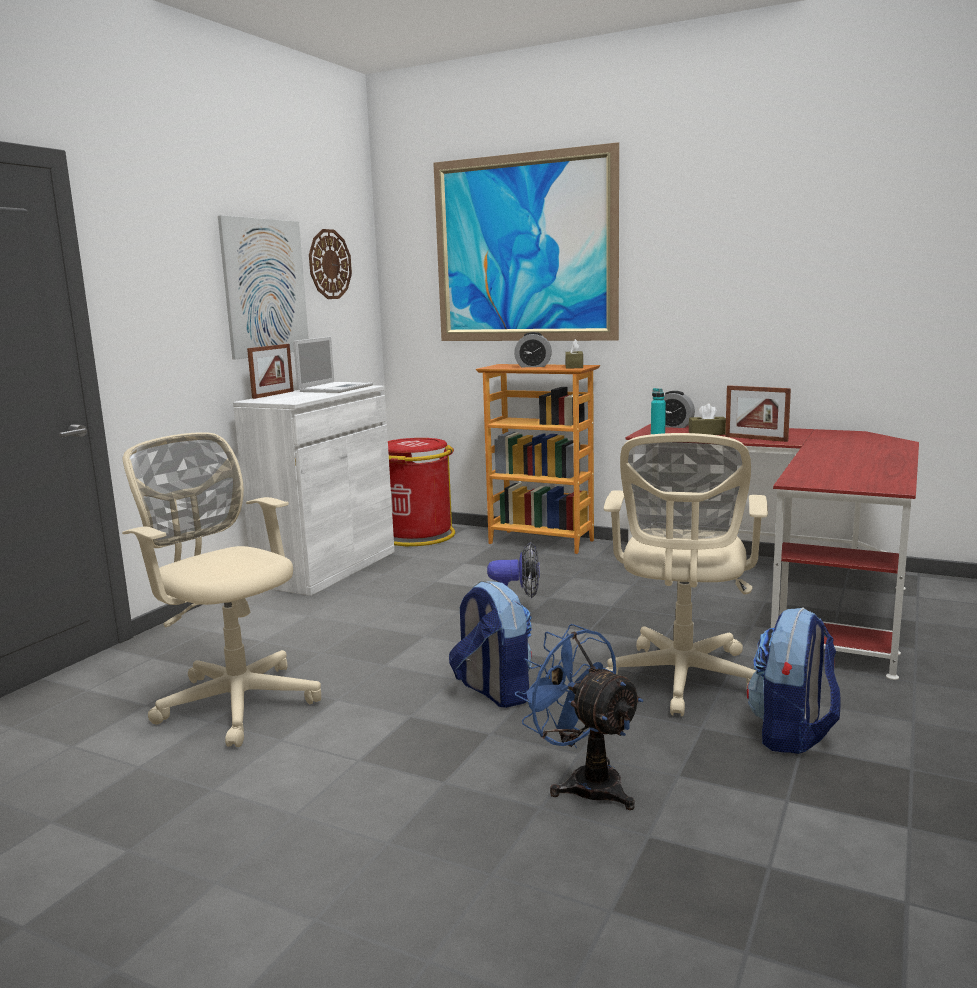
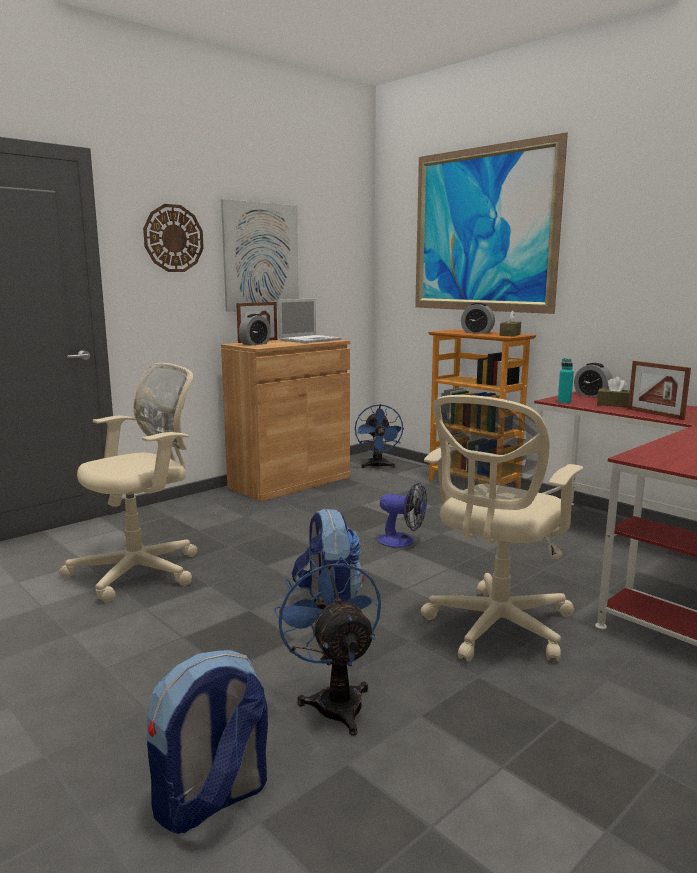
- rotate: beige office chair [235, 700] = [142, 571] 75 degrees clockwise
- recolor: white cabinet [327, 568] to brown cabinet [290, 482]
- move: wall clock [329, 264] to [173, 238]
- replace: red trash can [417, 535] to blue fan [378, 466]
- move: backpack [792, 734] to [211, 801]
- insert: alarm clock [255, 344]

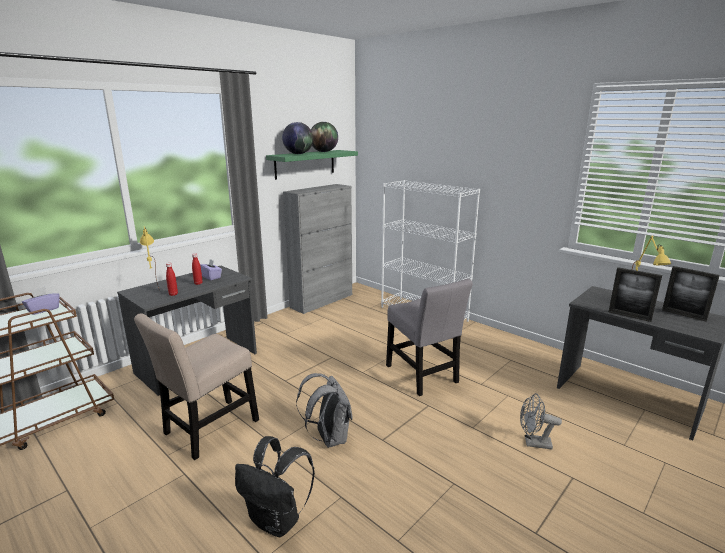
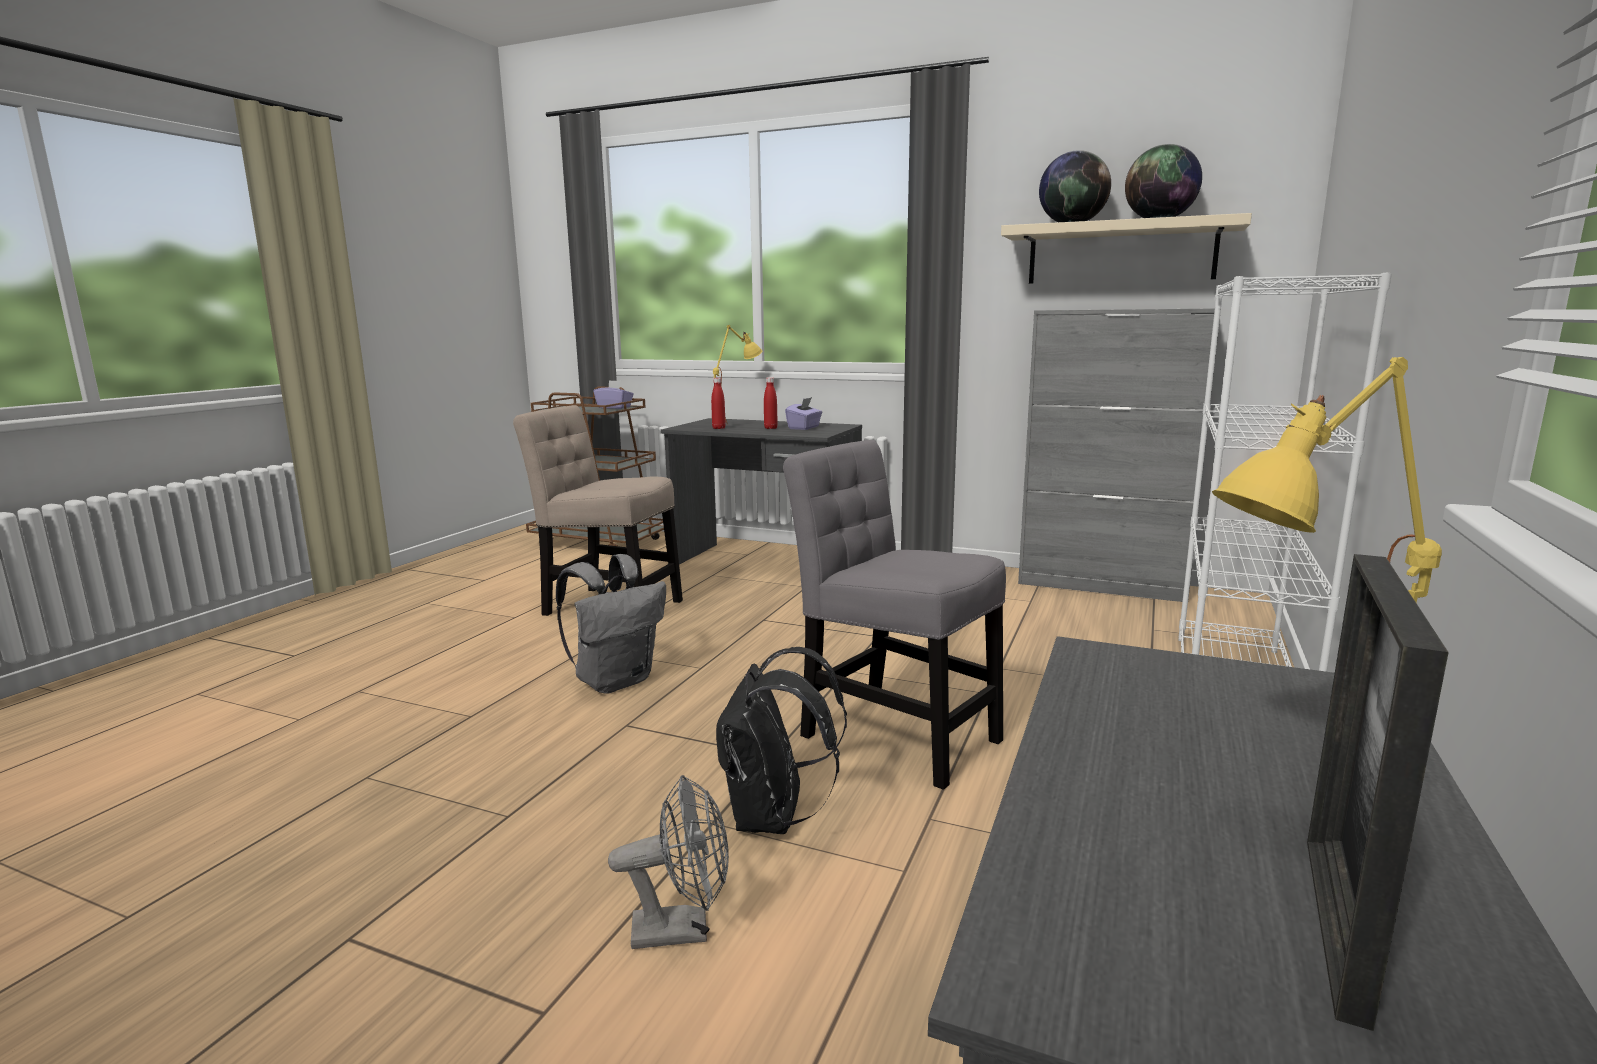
- move: black backpack [277, 521] to [773, 819]
- recolor: green shelf [305, 164] to beige shelf [1120, 253]
- rotate: grey chair [423, 376] = [892, 733] 90 degrees clockwise
- rotate: grey fan [533, 443] = [683, 929] 90 degrees clockwise
- delete: picture frame [629, 316]

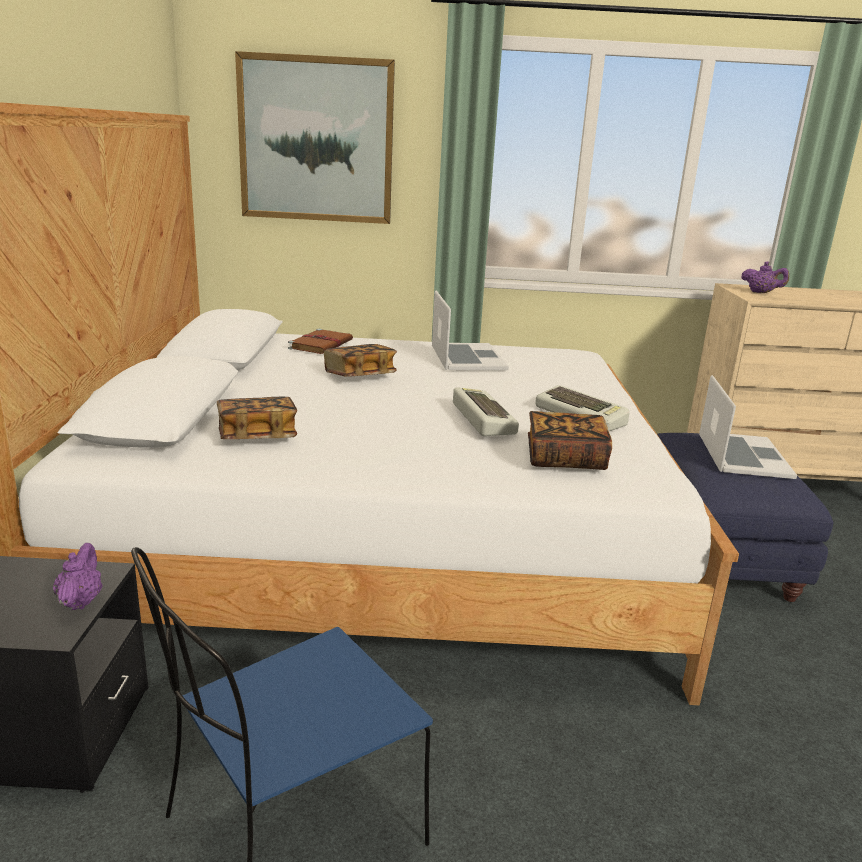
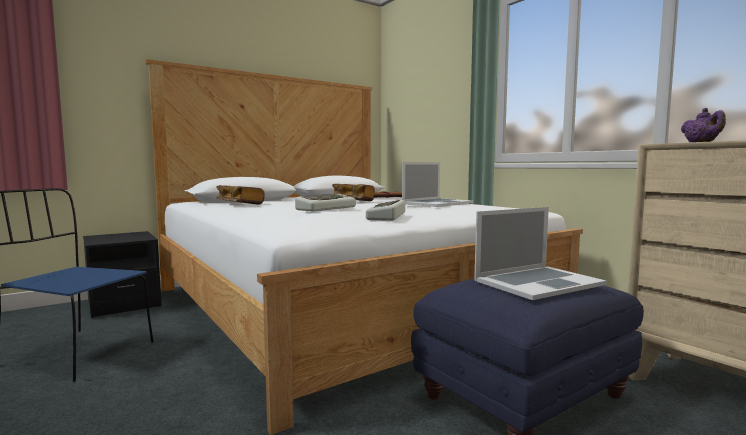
- delete: purple teapot [80, 601]
- delete: picture [316, 140]
- delete: book [565, 459]

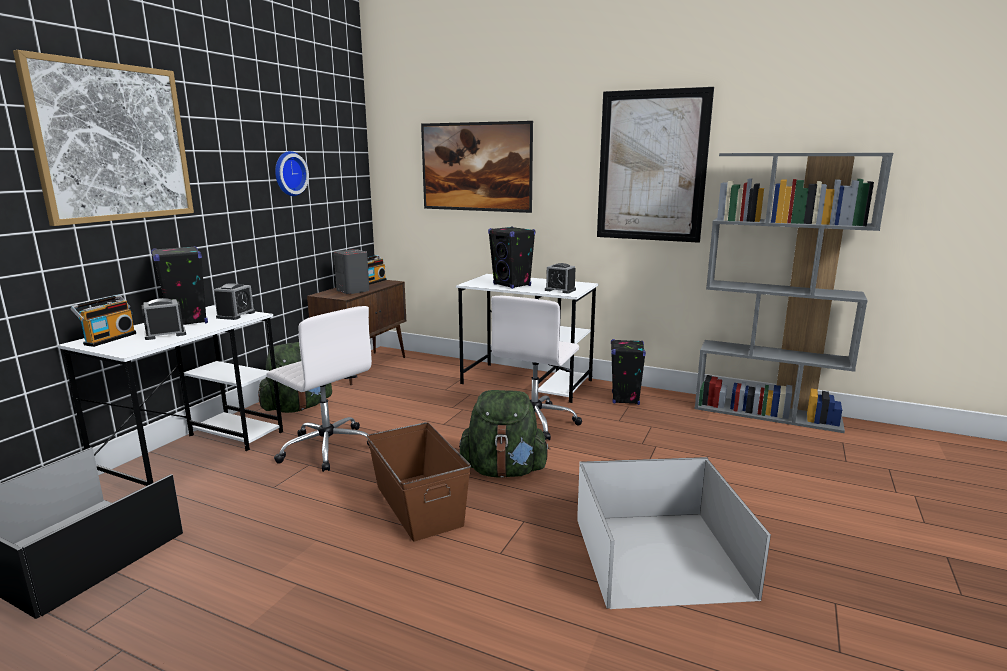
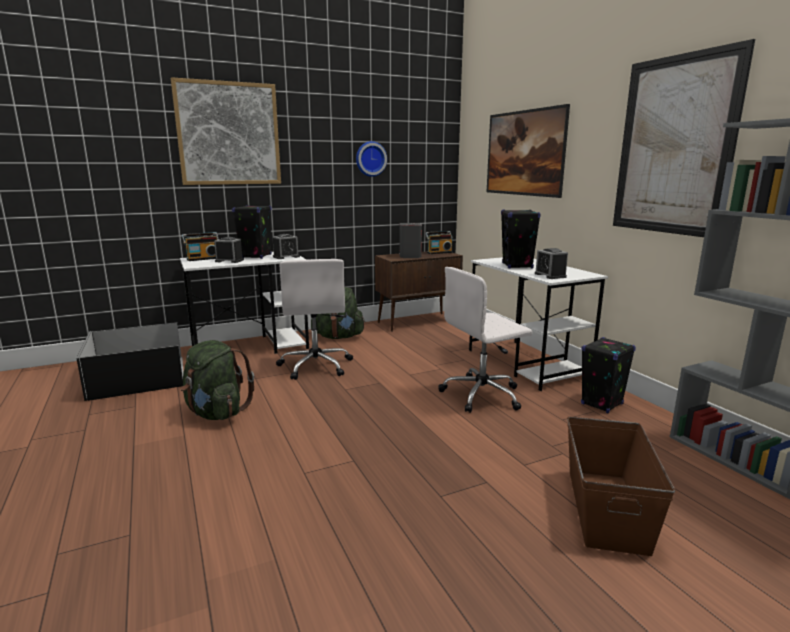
- move: brown storage box [419, 504] to [607, 508]
- move: green backpack [504, 471] to [216, 413]
- delete: white storage box [657, 556]

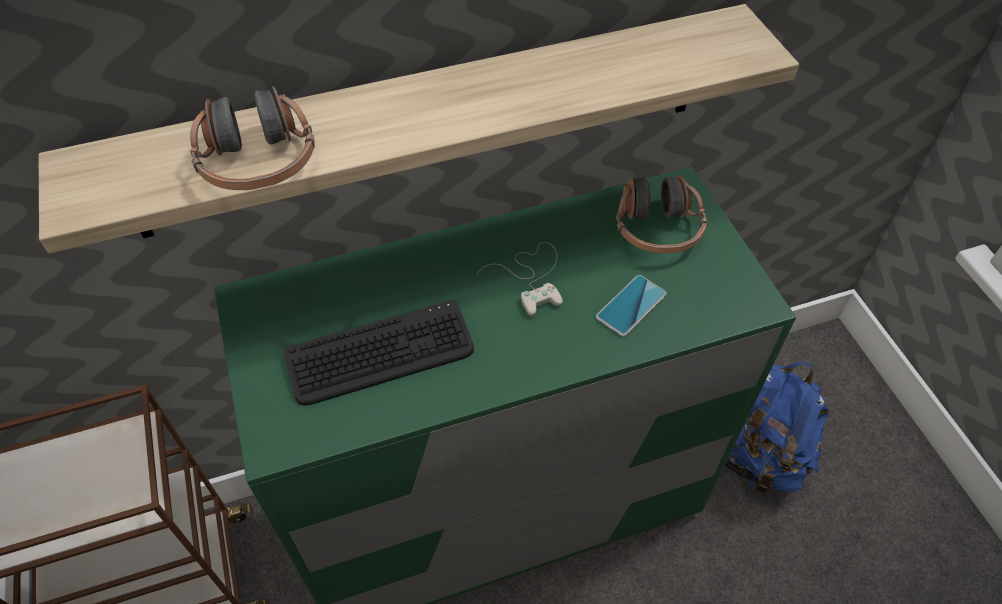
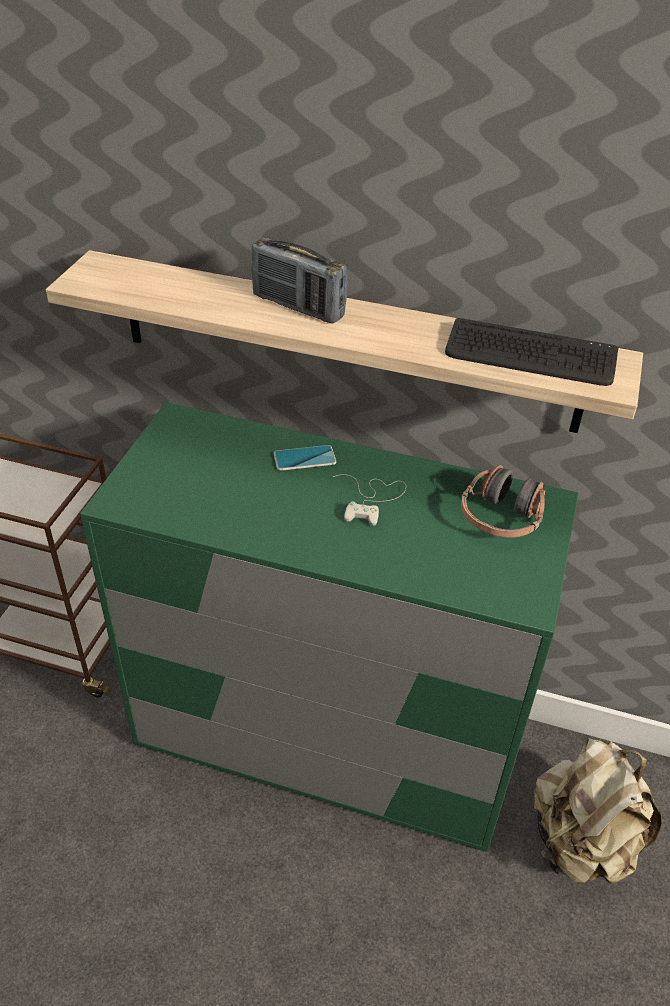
- delete: headphones [258, 161]
- move: keyboard [380, 354] to [530, 355]
- move: phone [631, 306] to [304, 459]
- recolor: blue backpack [754, 453] to beige backpack [581, 842]
- insert: radio [298, 307]

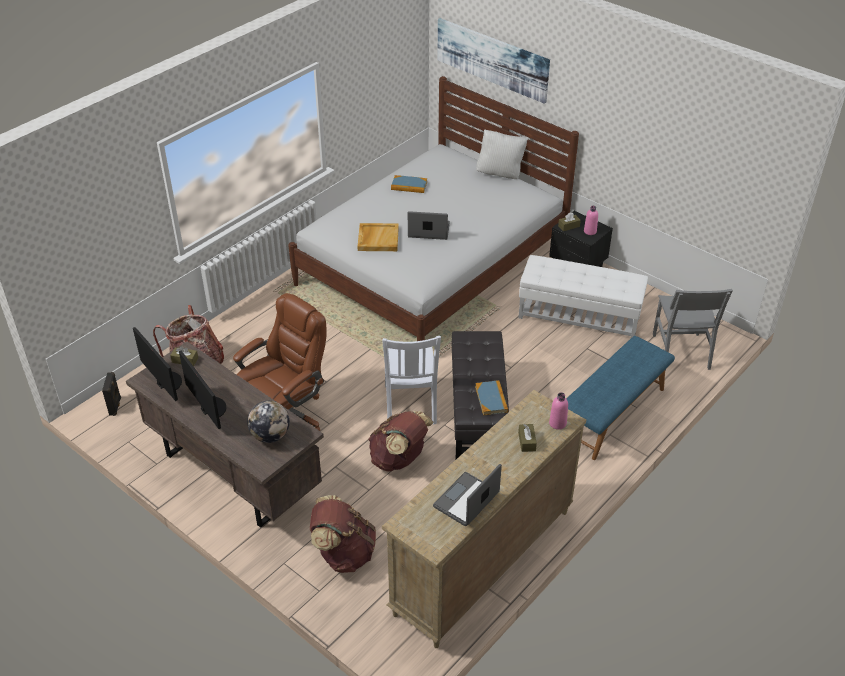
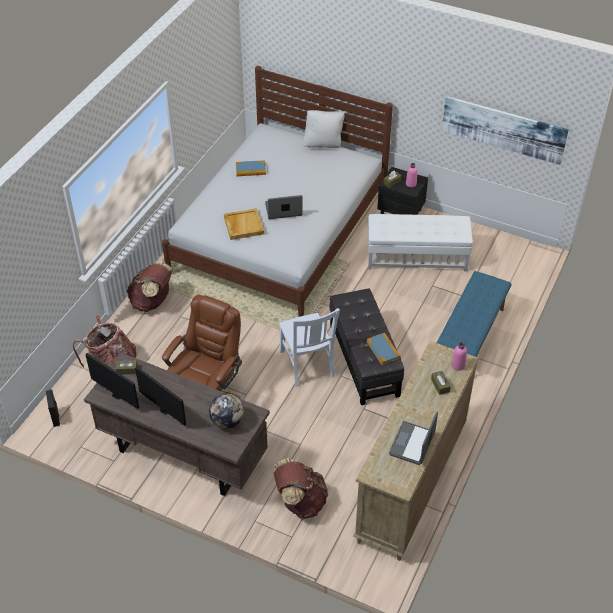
- move: brown backpack [399, 459] to [152, 302]
- move: picture [492, 59] to [503, 129]
- delete: grey chair [680, 351]

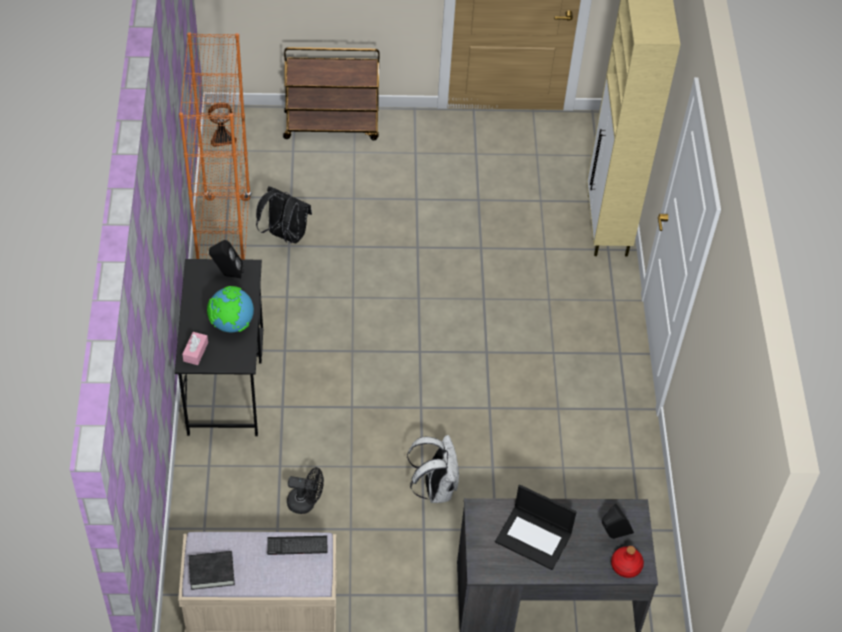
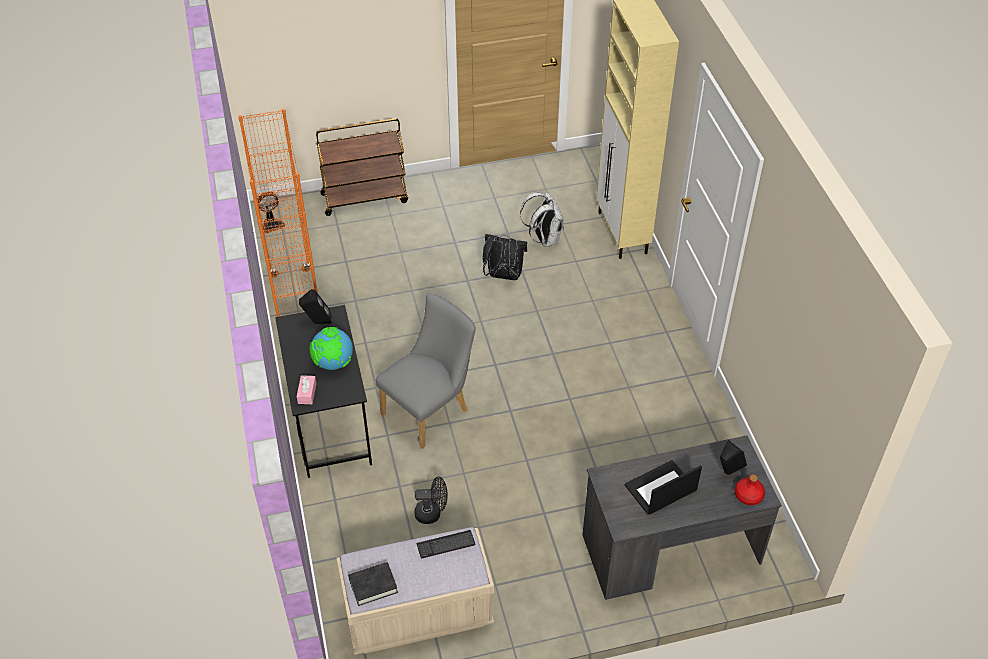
- move: black backpack [285, 235] to [503, 276]
- move: white backpack [435, 488] to [544, 239]
- rotate: laptop [534, 538] = [660, 489] 135 degrees clockwise
- insert: grey chair [430, 410]

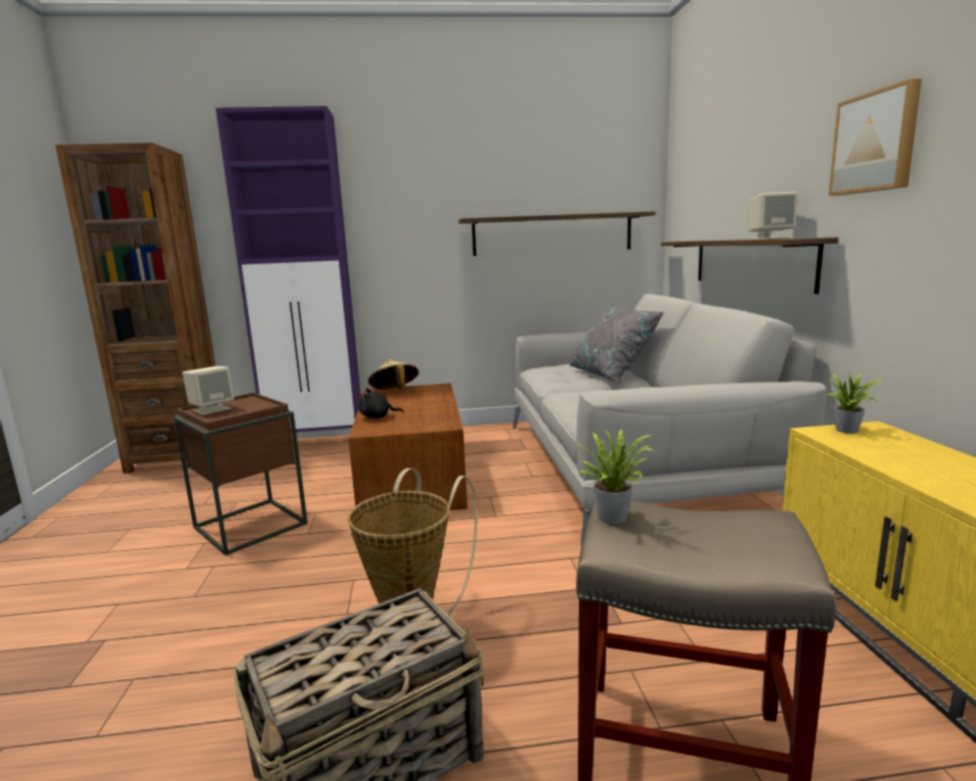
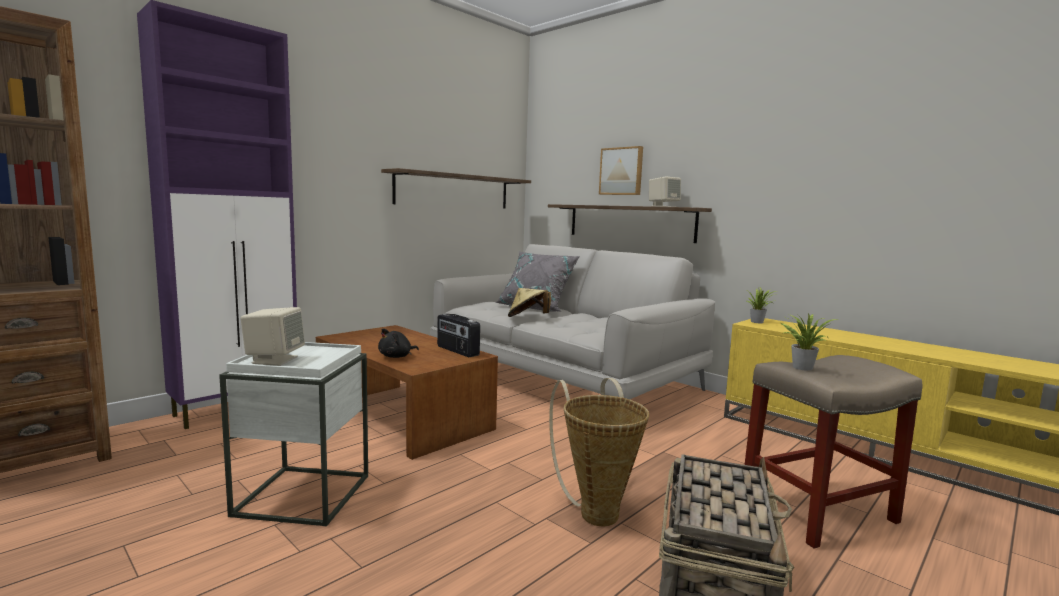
- recolor: brown side table [250, 525] to white side table [303, 494]
- move: beige hat [394, 392] to [528, 318]
- move: picture [876, 142] to [621, 171]
- insert: radio [457, 351]

